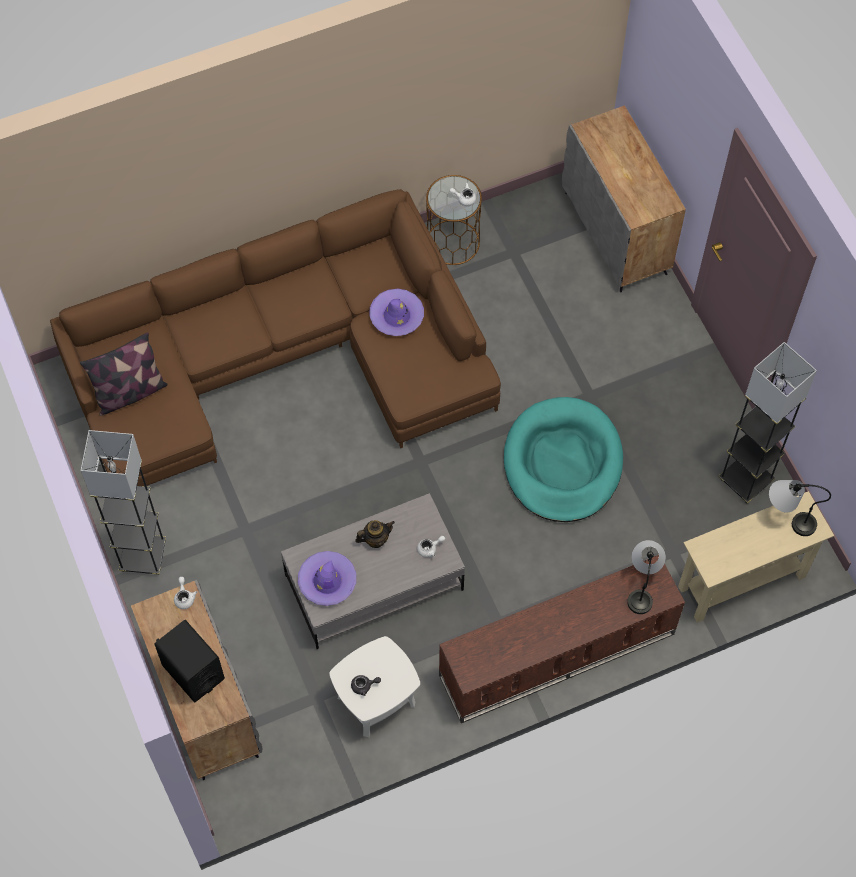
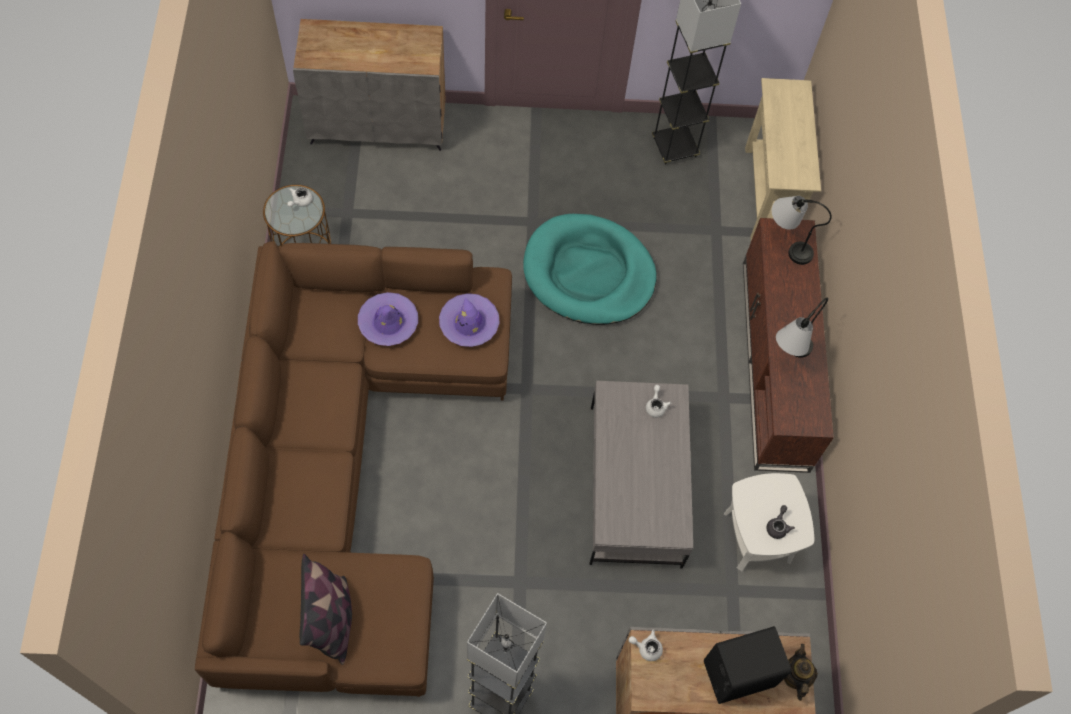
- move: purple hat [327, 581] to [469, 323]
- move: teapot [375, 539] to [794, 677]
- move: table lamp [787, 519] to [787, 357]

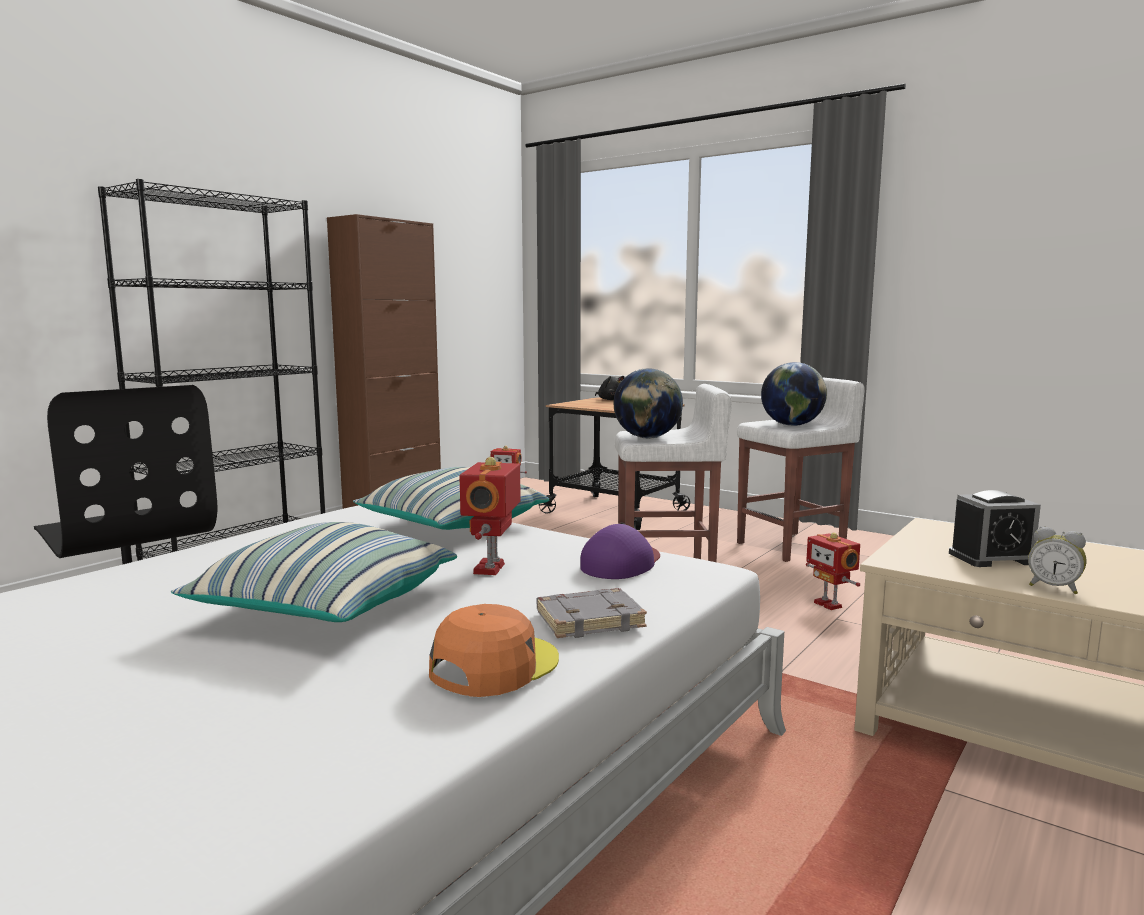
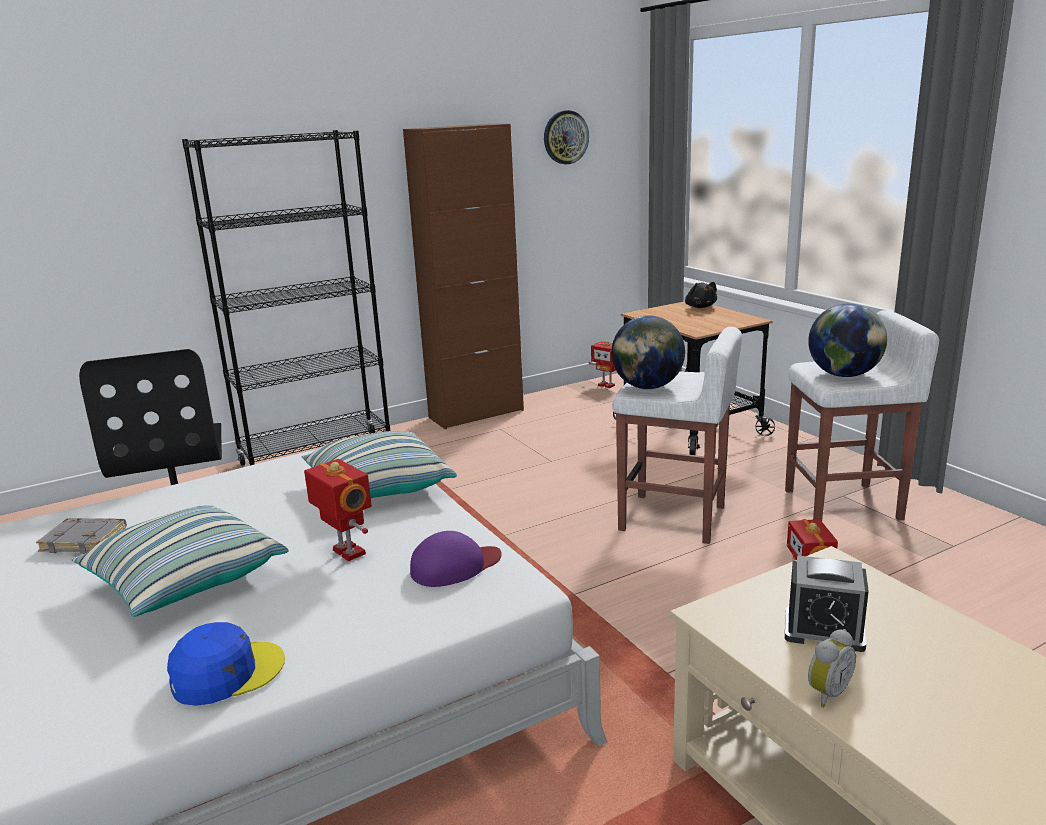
- recolor: orange cap [494, 666] to blue cap [226, 673]
- rotate: toy robot [492, 569] = [347, 553] 105 degrees clockwise
- move: grey book [590, 620] to [85, 540]
- rotate: alarm clock [1054, 588] = [826, 693] 105 degrees counterclockwise
- insert: wall clock [565, 137]

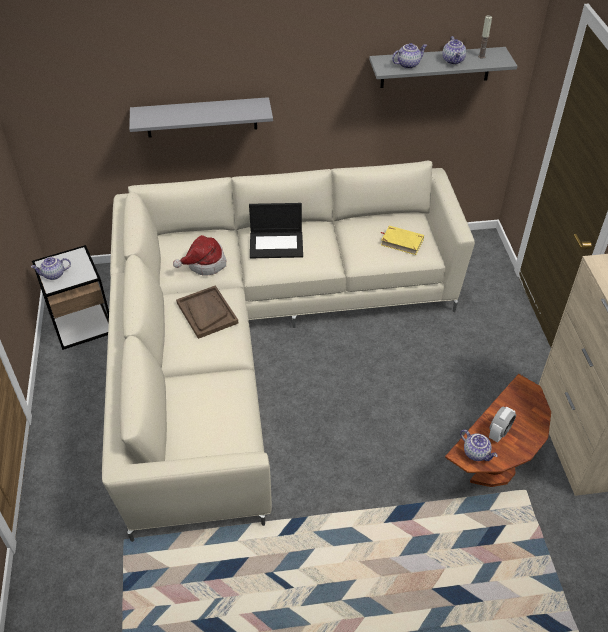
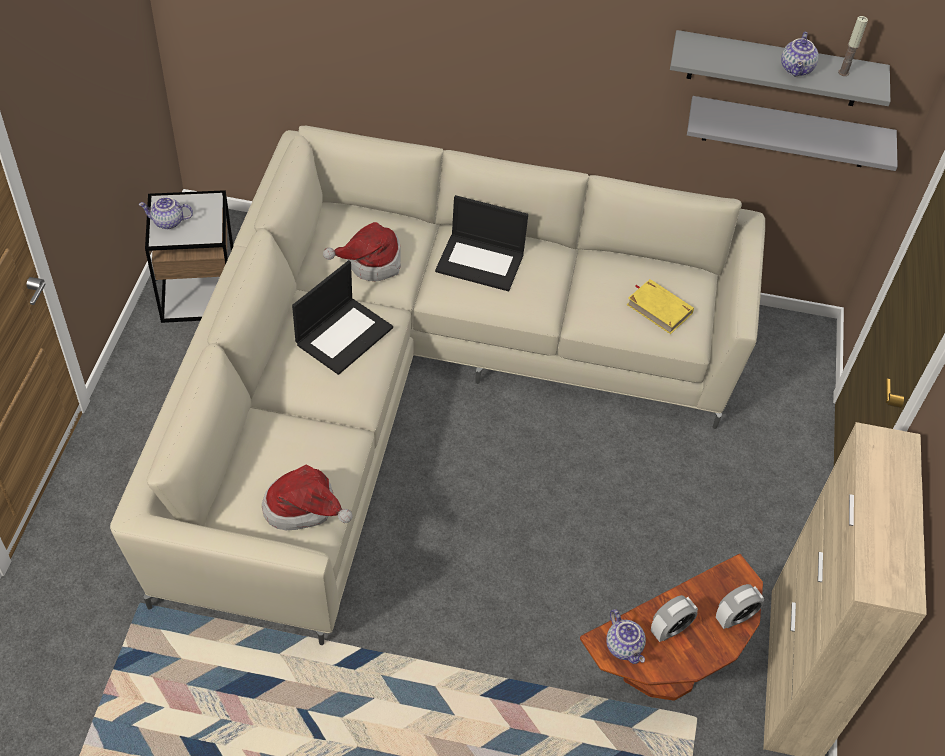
- move: grey shelf [201, 117] to [787, 132]
- replace: brown tray [207, 313] to laptop [344, 335]
- delete: teapot [408, 64]
- insert: hat [304, 509]
- insert: alarm clock [734, 617]

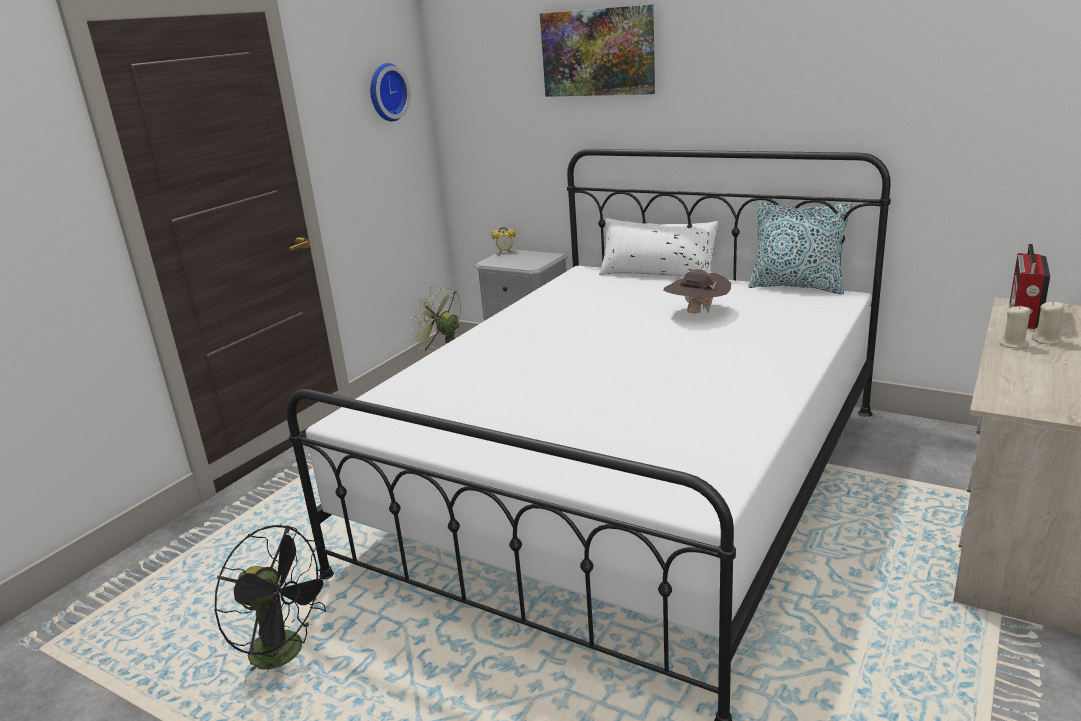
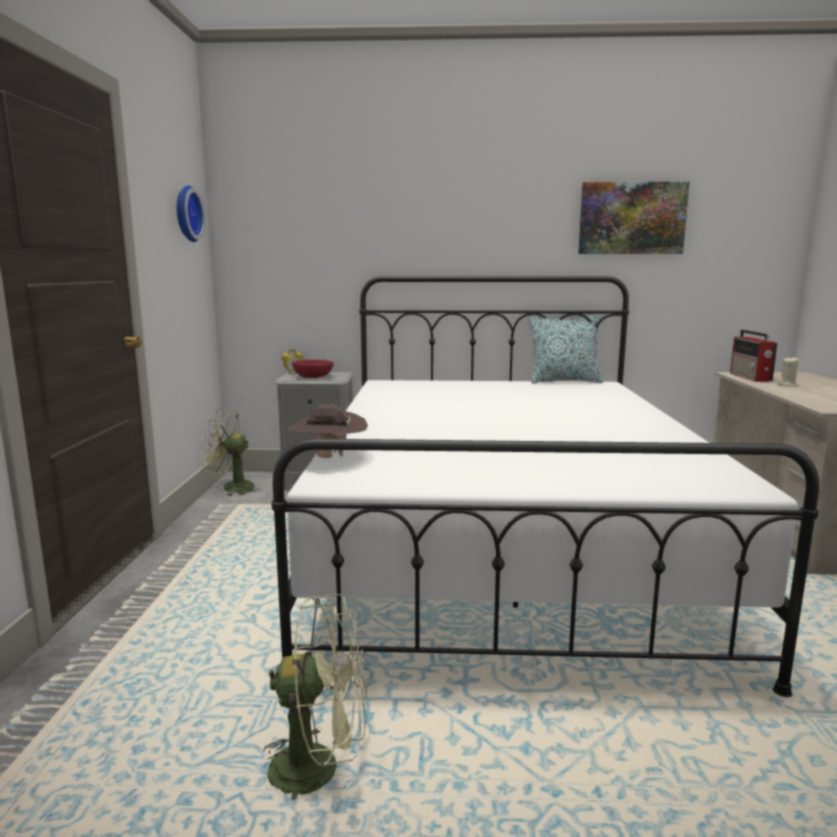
- recolor: black fan [287, 653] to green fan [319, 768]
- move: picture [598, 52] to [632, 218]
- delete: white pillow [657, 273]
- move: brown hat [696, 313] to [327, 458]
- delete: beige candle [1014, 344]
- insert: red bowl [312, 377]

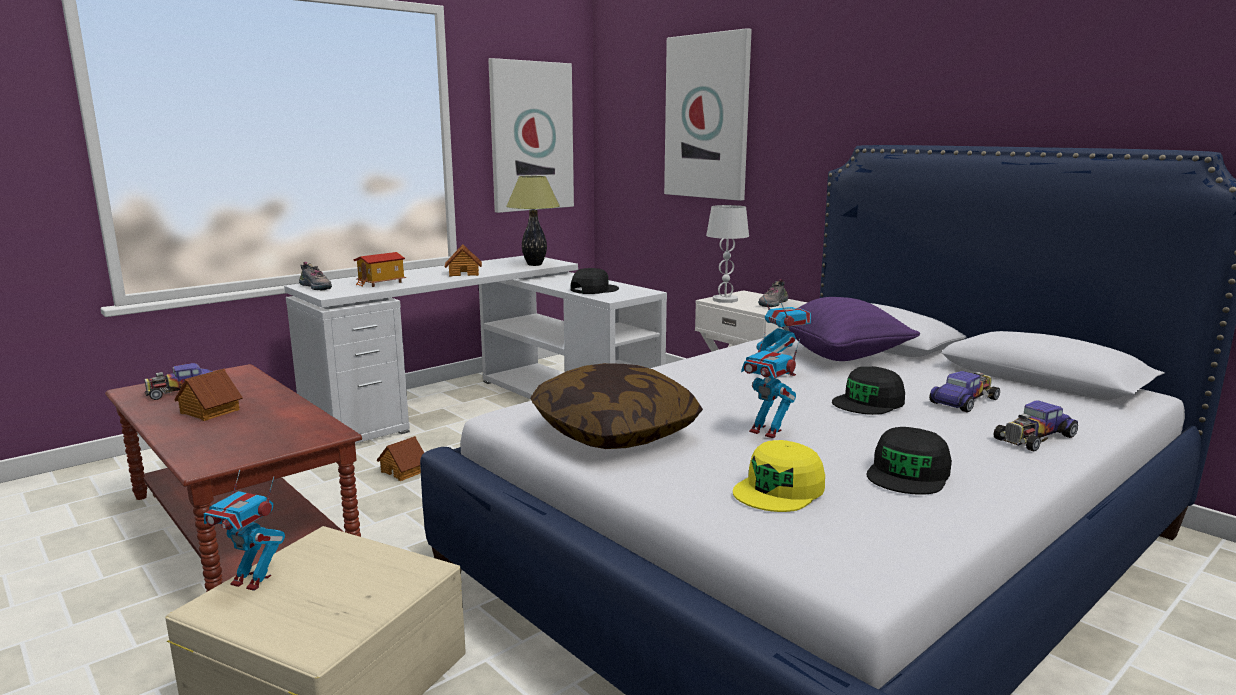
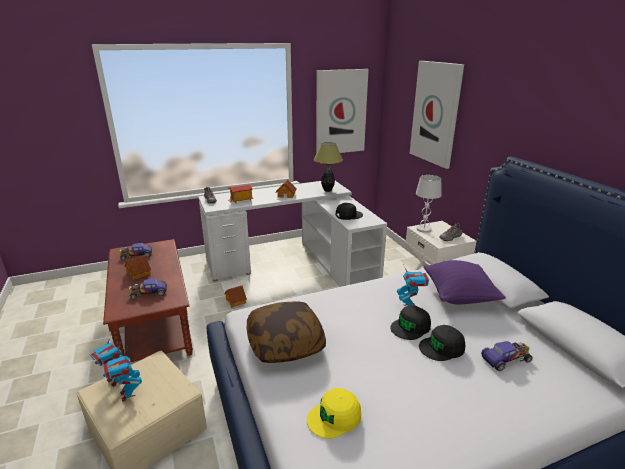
- move: toy robot [766, 431] to [127, 394]
- move: black cap [908, 474] to [411, 327]
- move: toy car [1034, 437] to [148, 293]

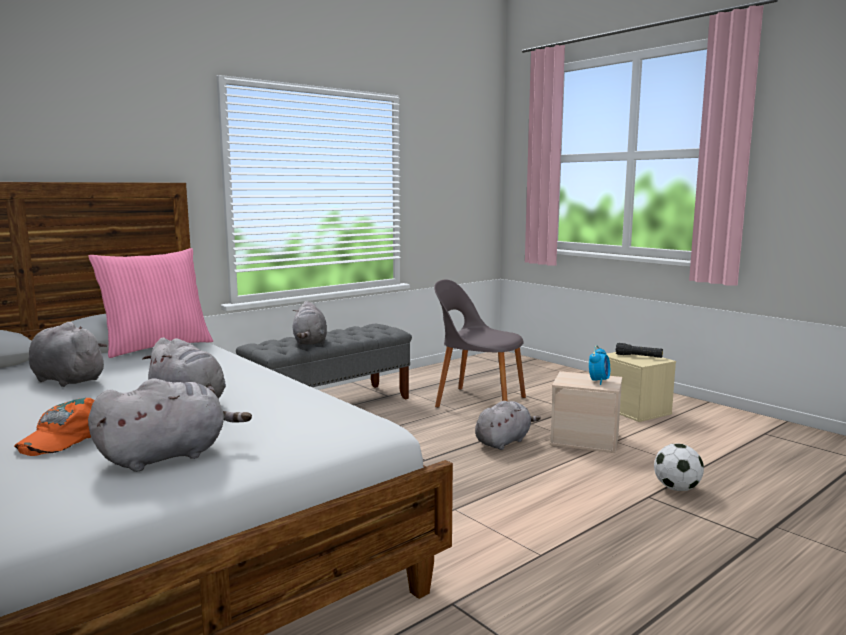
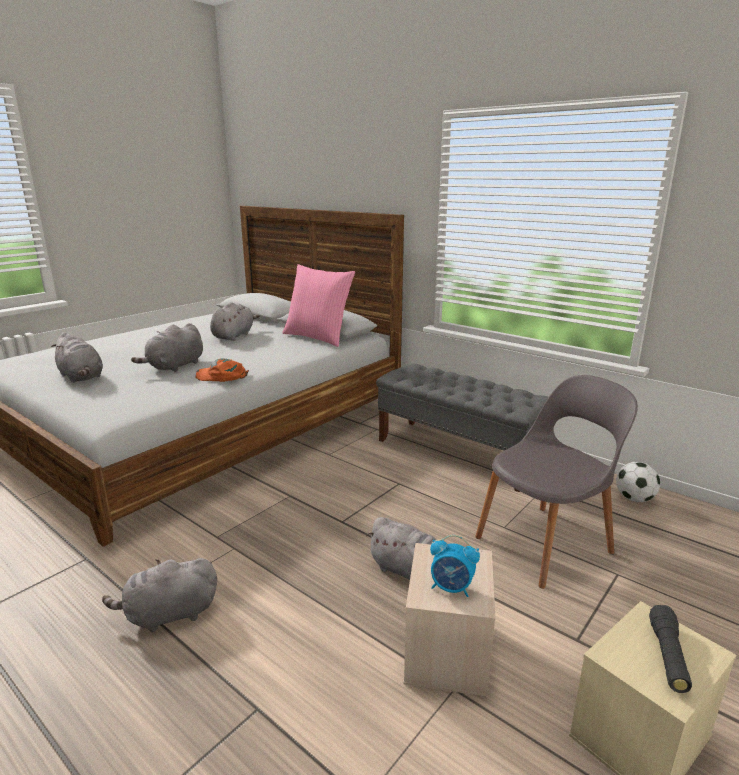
- move: orange cap [64, 437] to [222, 376]
- move: grey plush toy [310, 342] to [168, 615]
- rotate: grey chair [478, 401] = [546, 543] 45 degrees clockwise
- move: football [676, 488] to [634, 499]

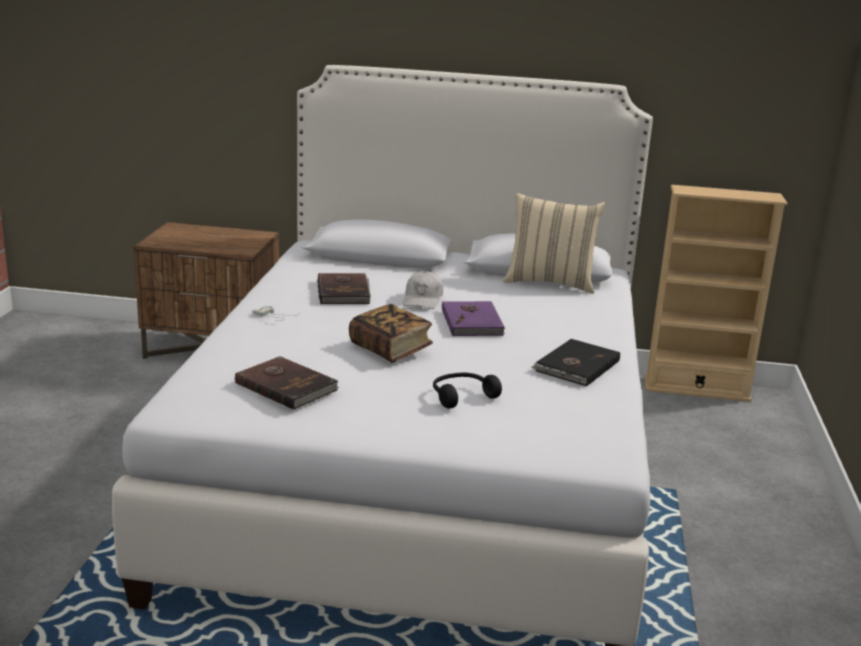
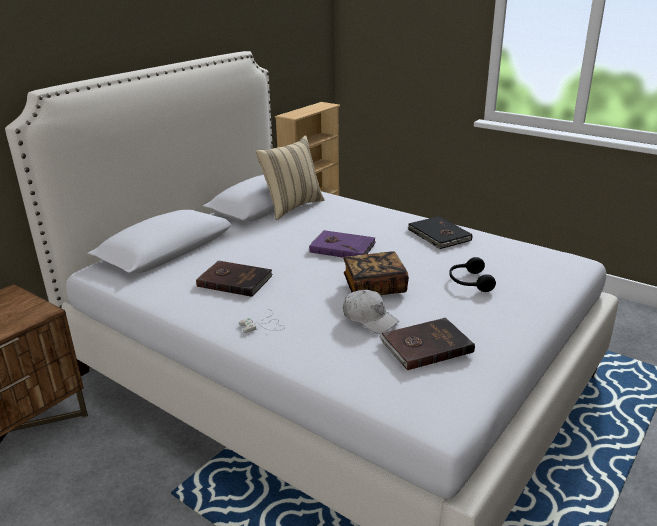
- move: white cap [422, 299] to [369, 318]

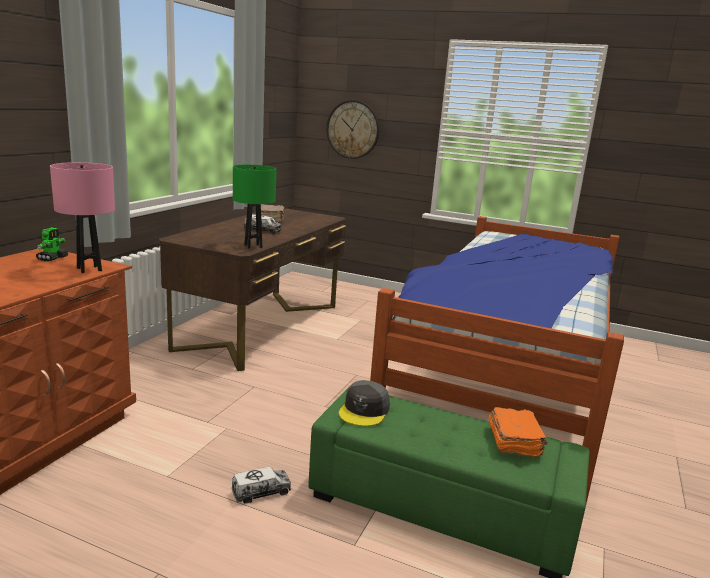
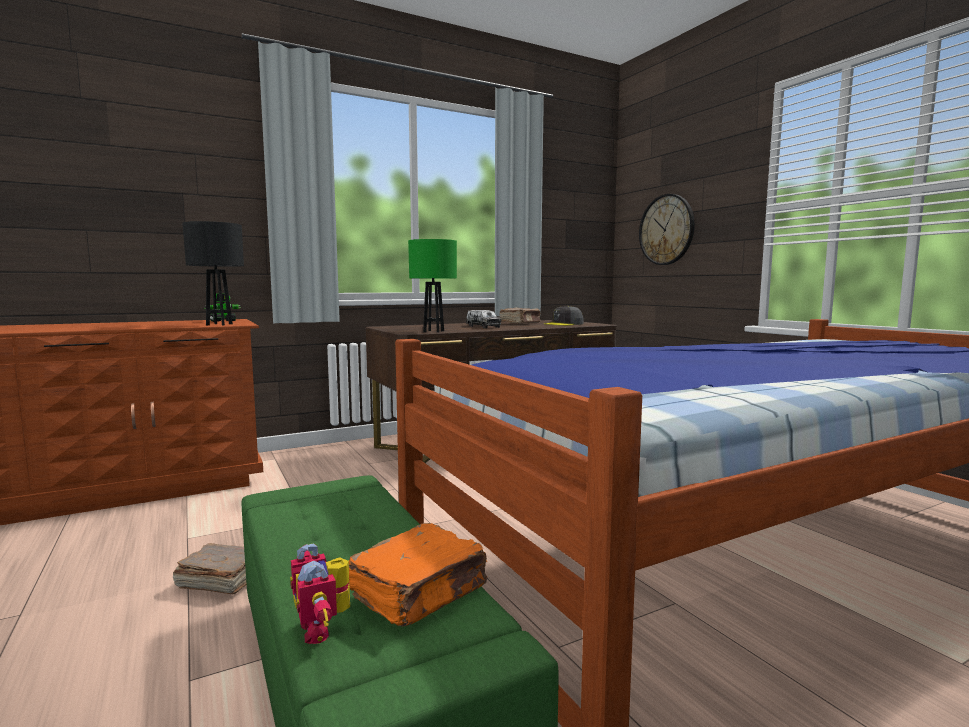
- recolor: pink table lamp [89, 269] to black table lamp [219, 324]
- replace: toy truck [261, 492] to brown book [221, 581]
- move: grey cap [364, 410] to [564, 324]
- insert: toy robot [324, 628]

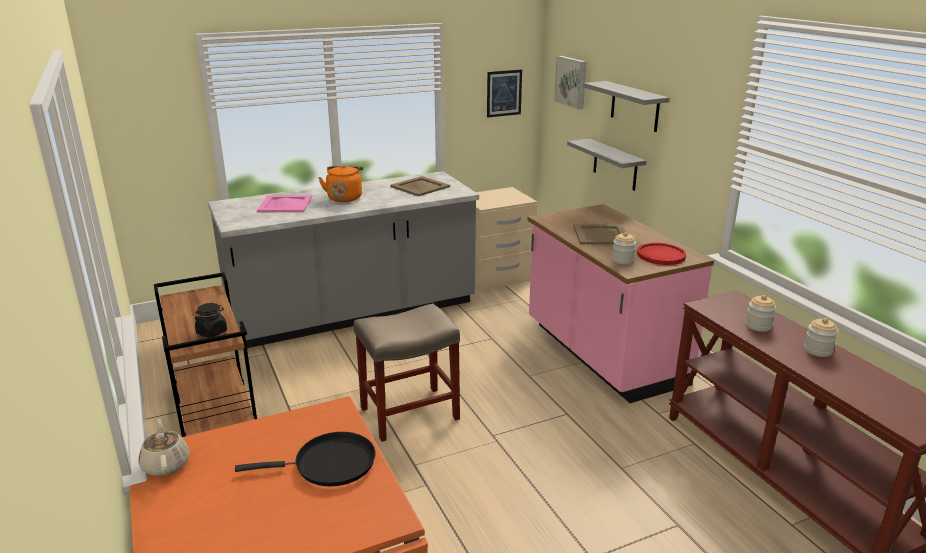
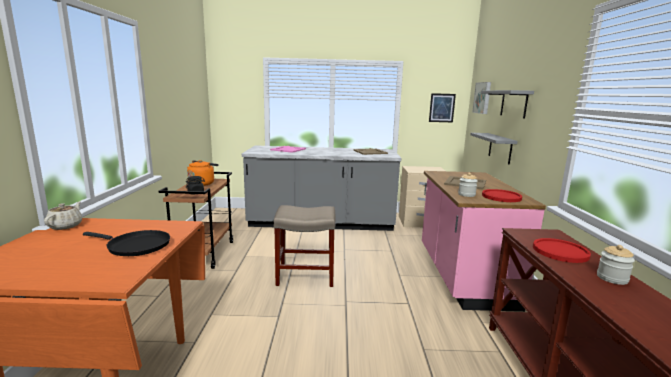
- move: orange kettle [345, 197] to [202, 183]
- replace: jar [758, 326] to red plate [560, 251]

